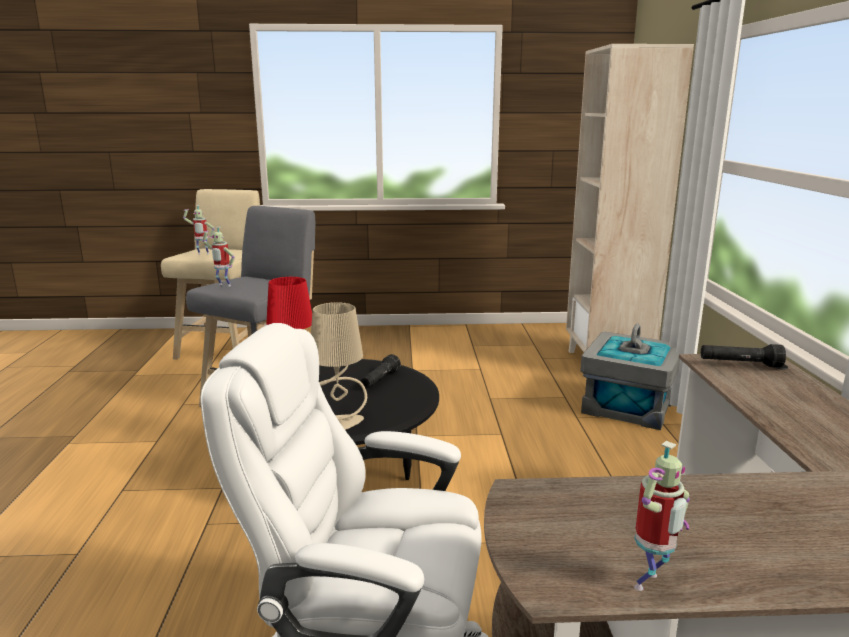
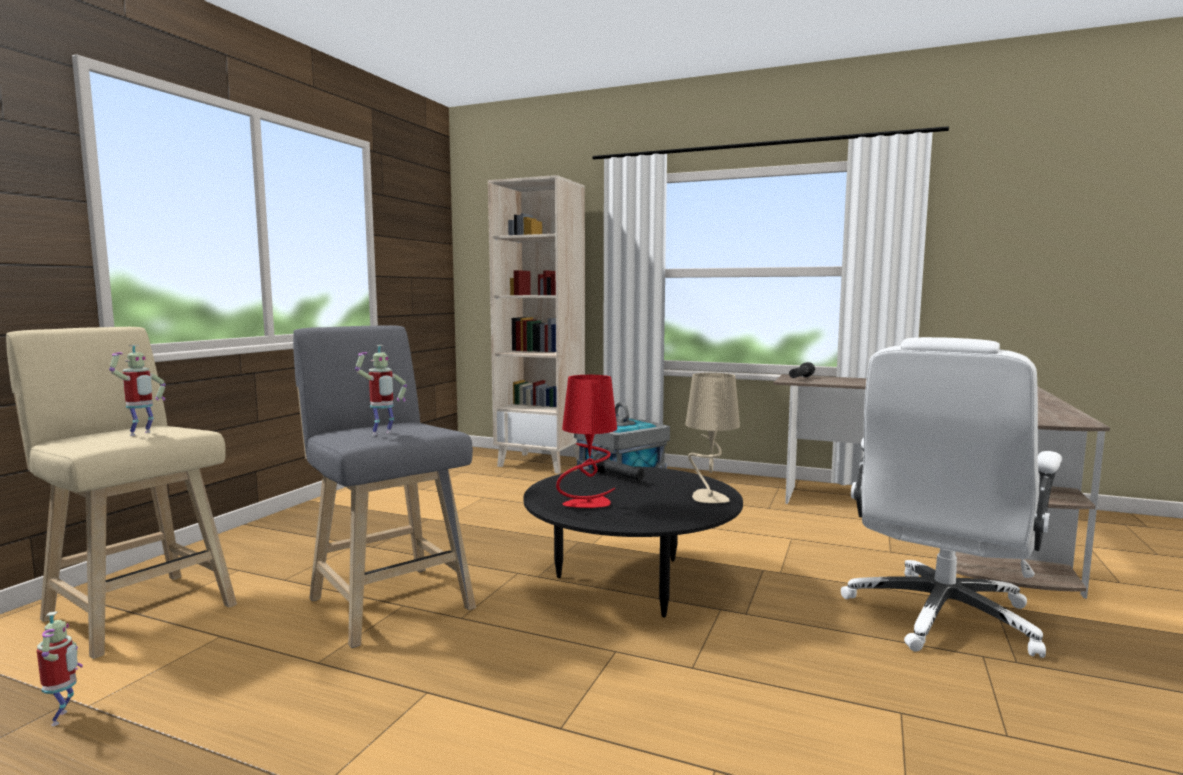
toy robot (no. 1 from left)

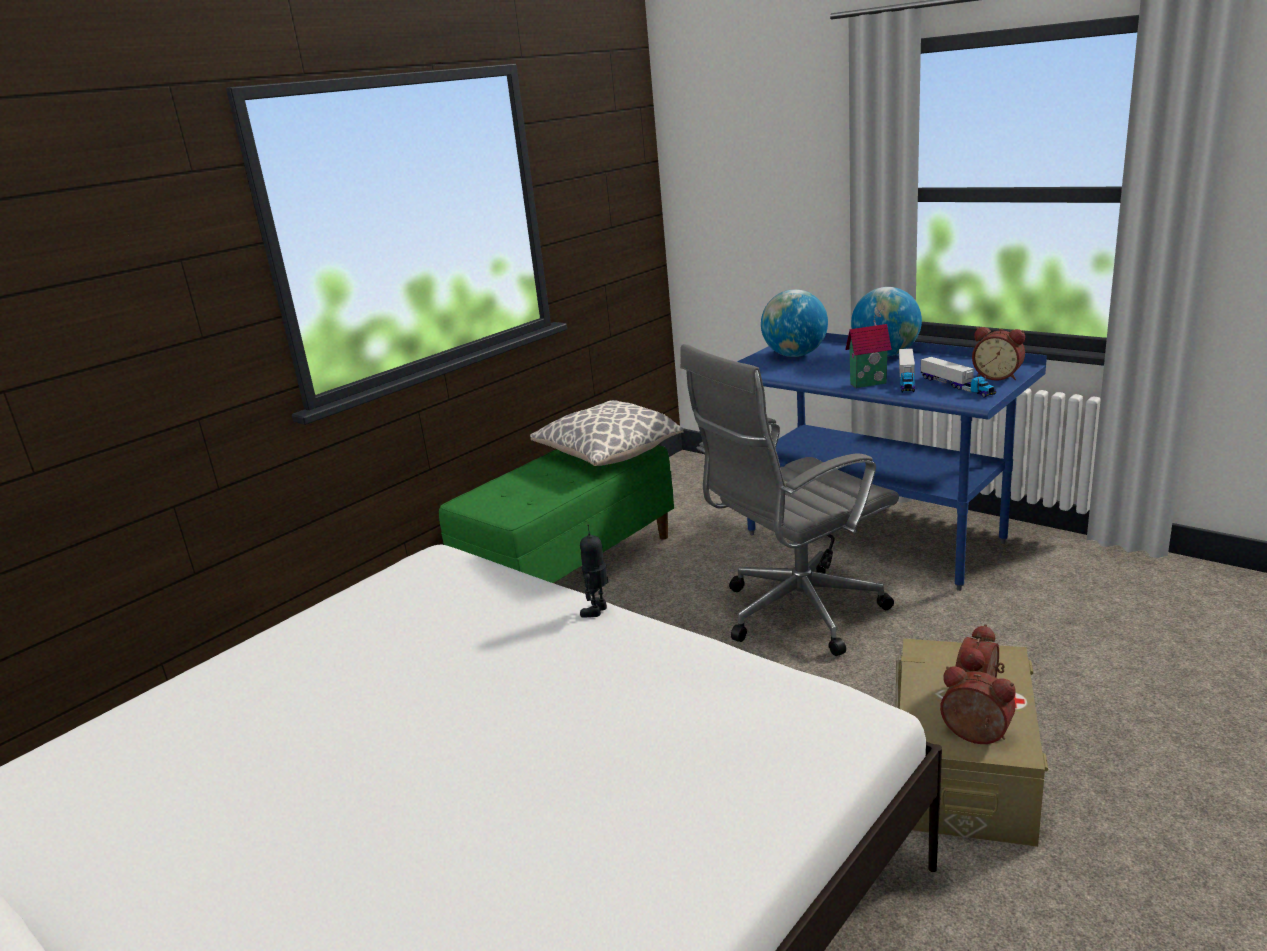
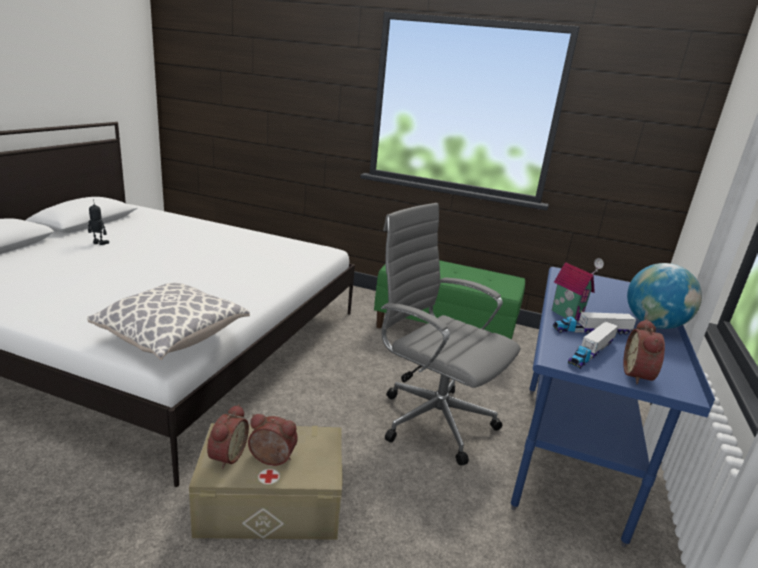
pillow; toy robot; globe (no. 1 from left in the first image)

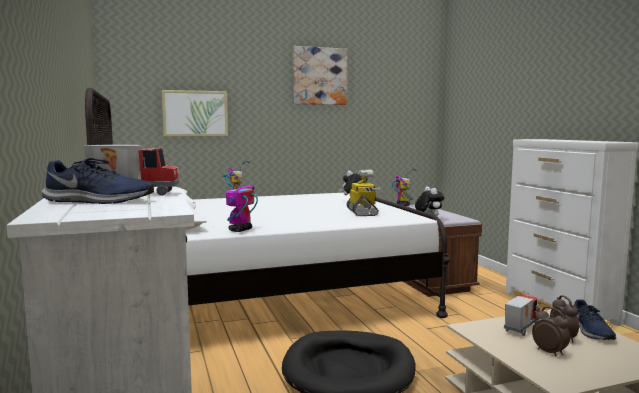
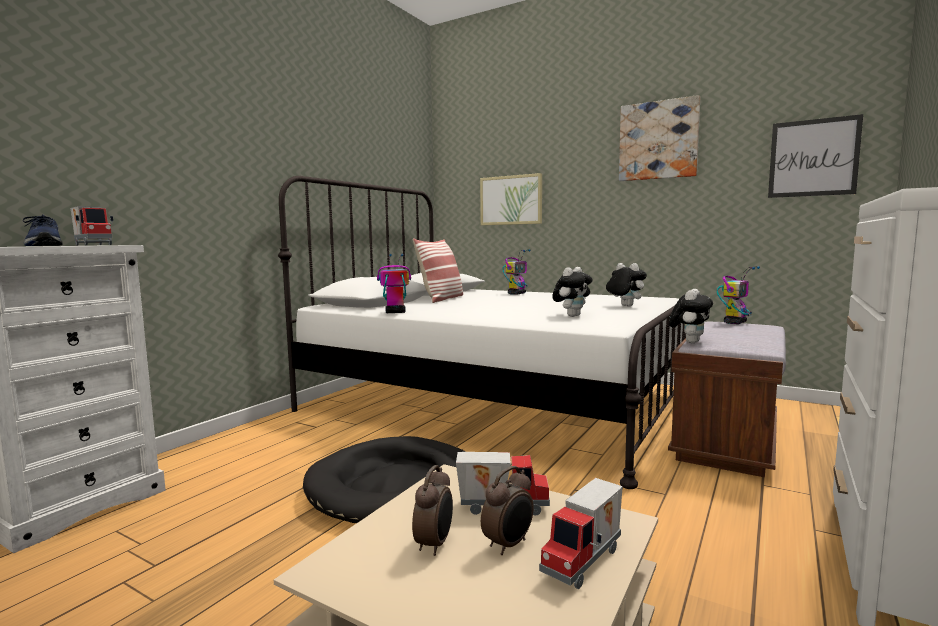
plush toy (no. 1 from left); toy truck (no. 3 from left); pillow; picture (no. 3 from left)

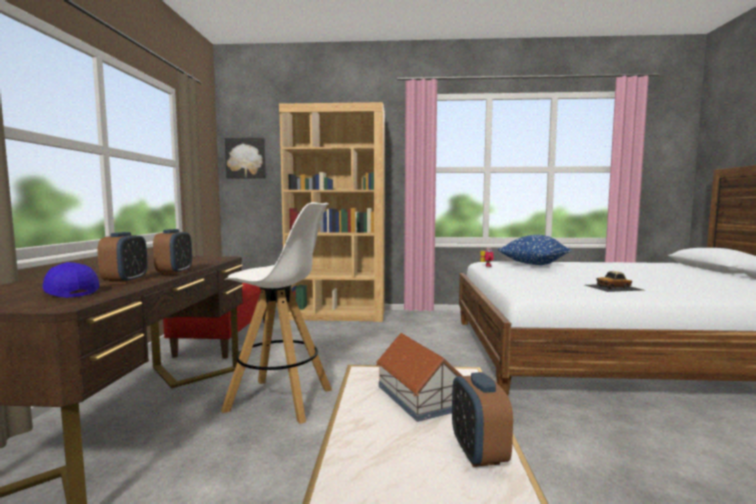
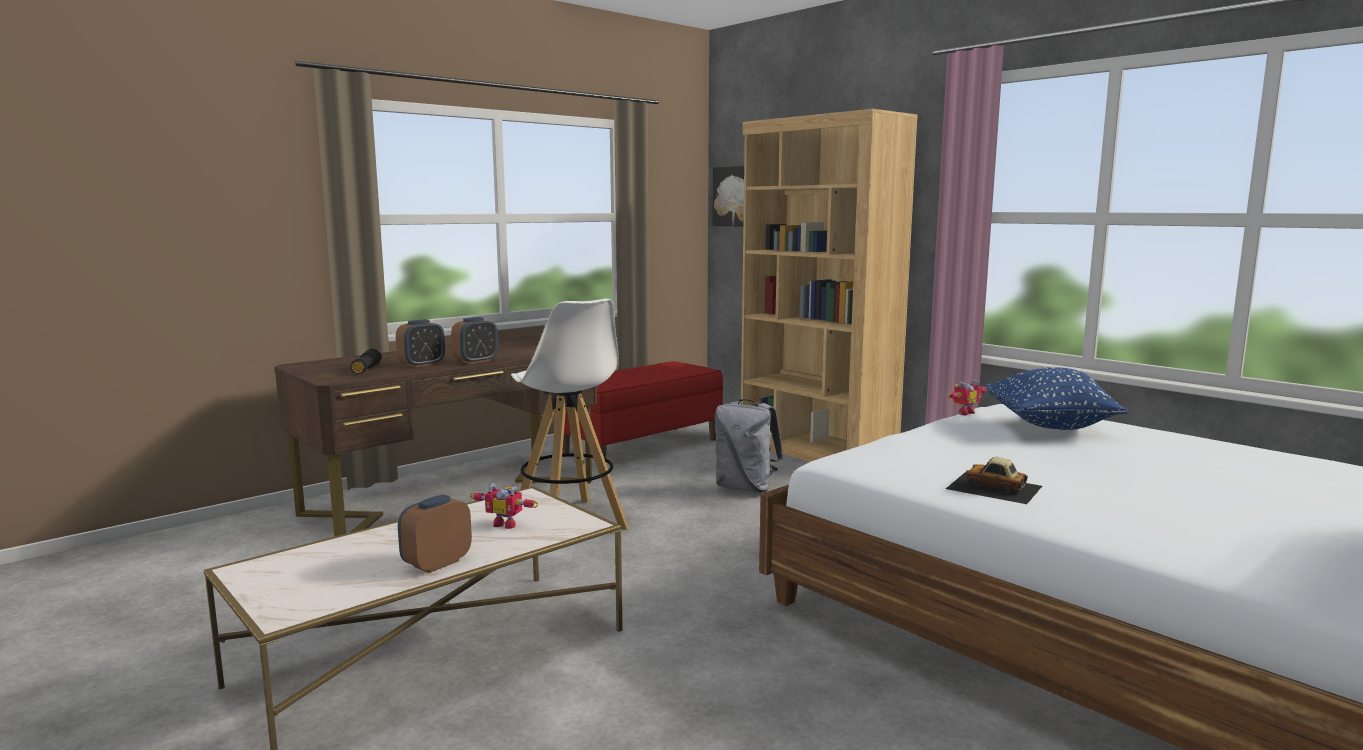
black flashlight; toy robot (no. 1 from left); grey backpack

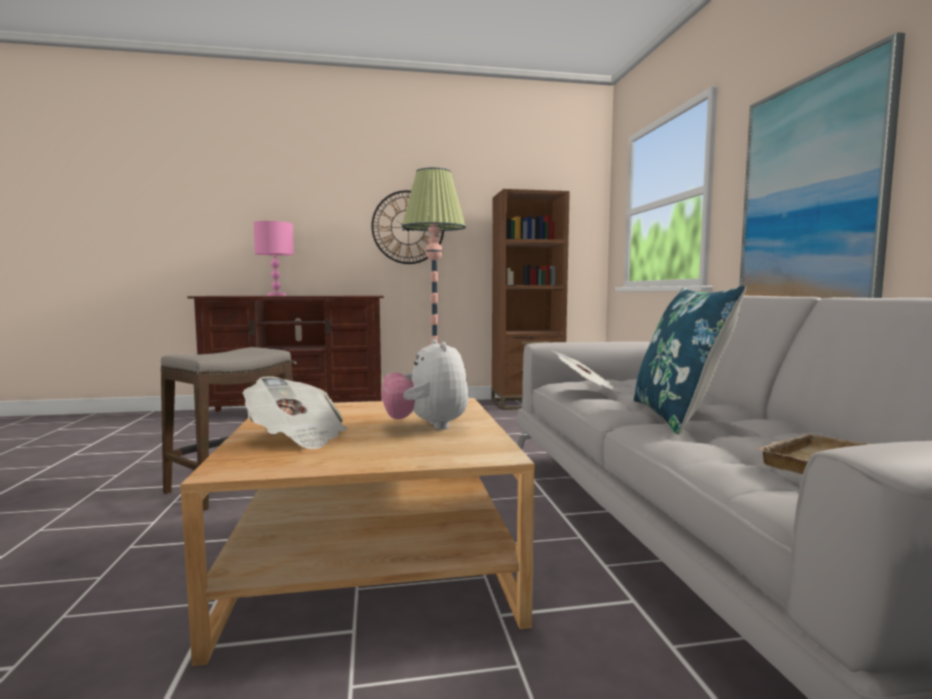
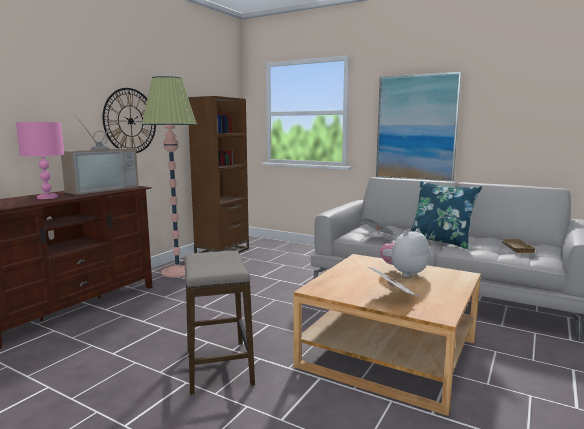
plush toy; television

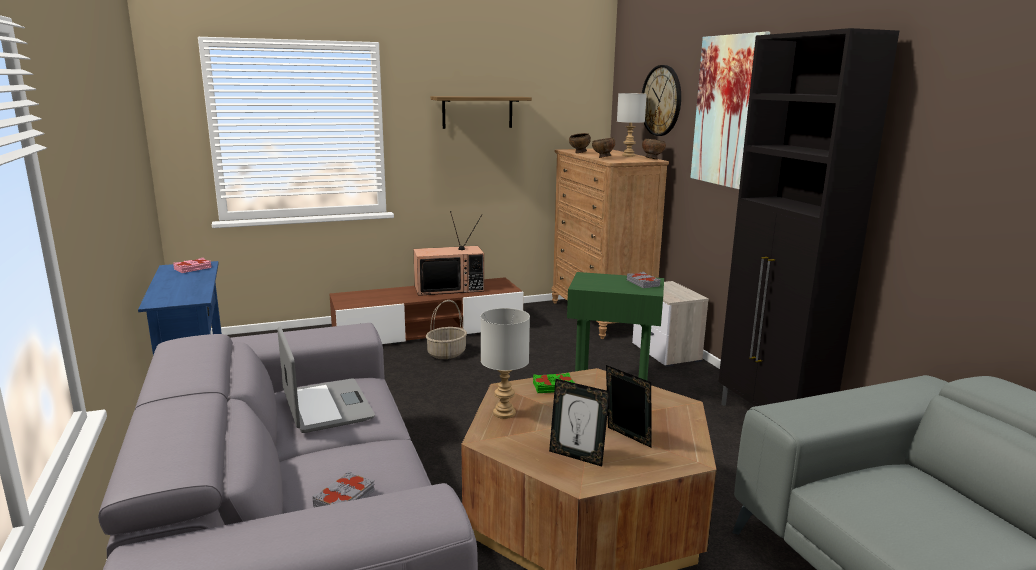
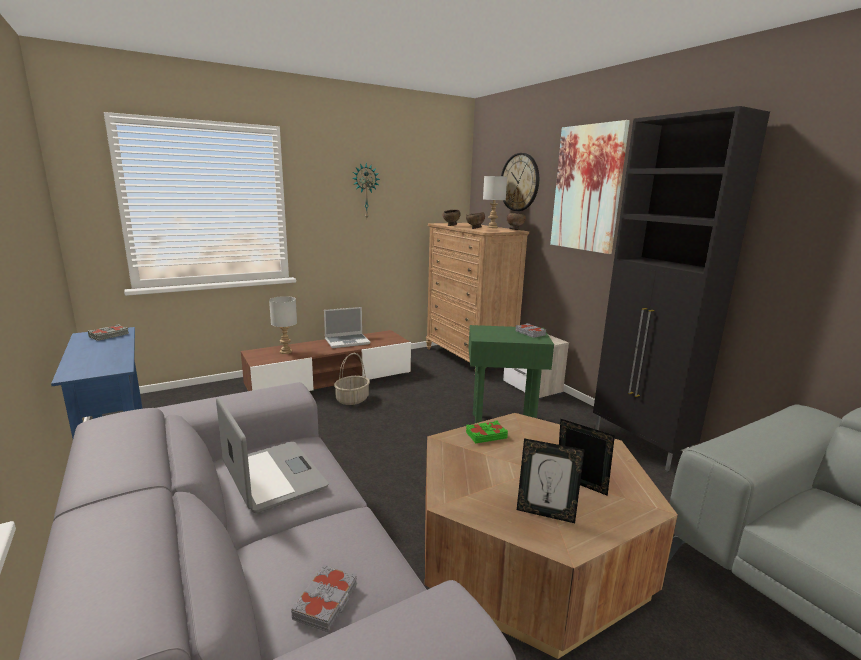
grey book (no. 1 from left); laptop (no. 2 from left); wall clock (no. 1 from left); grey table lamp (no. 1 from left)

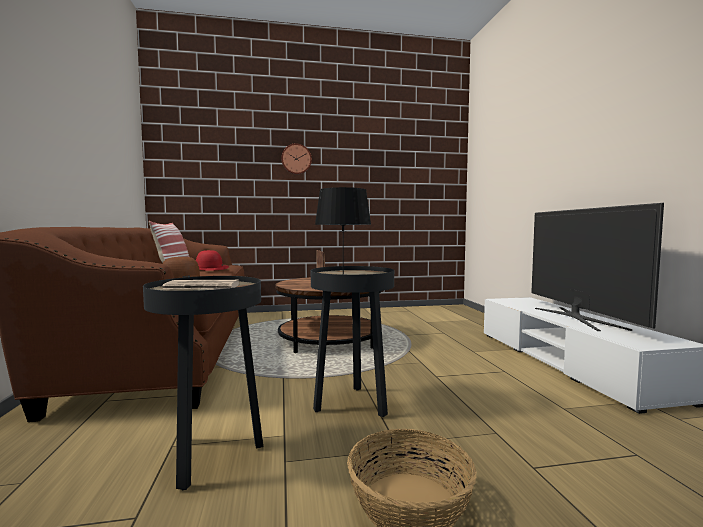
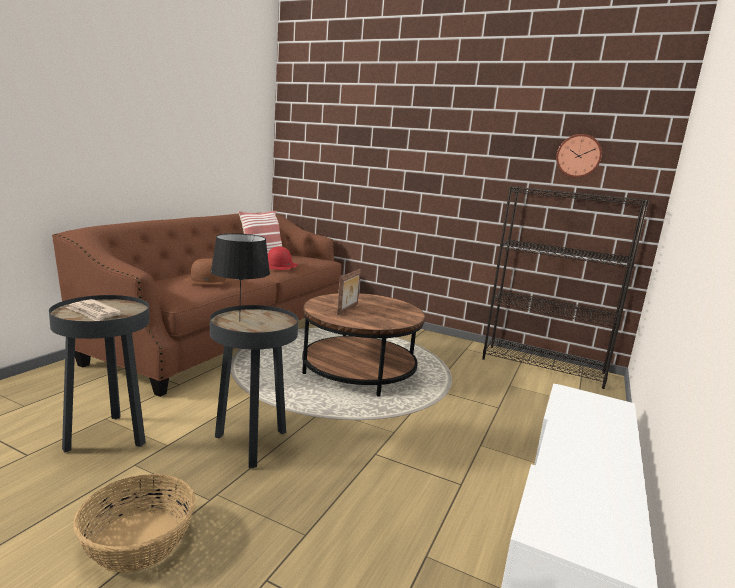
wall clock; television; black bookcase

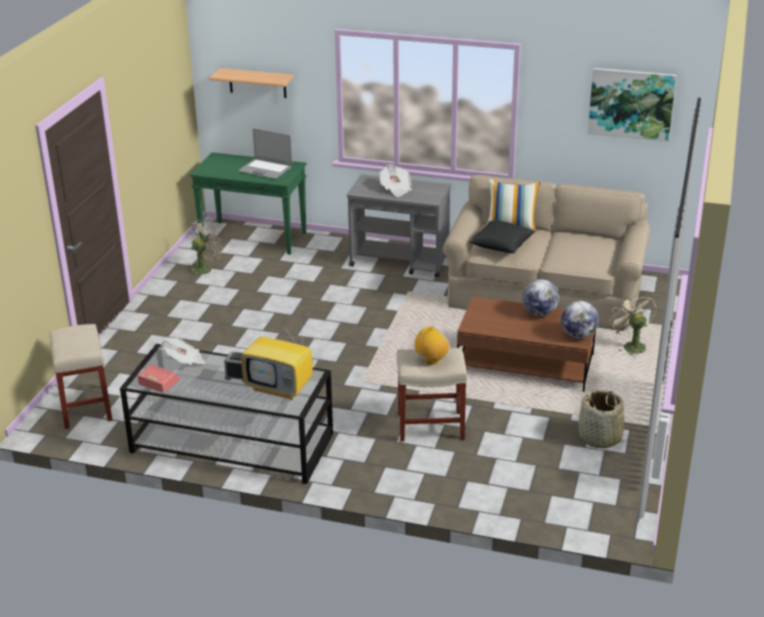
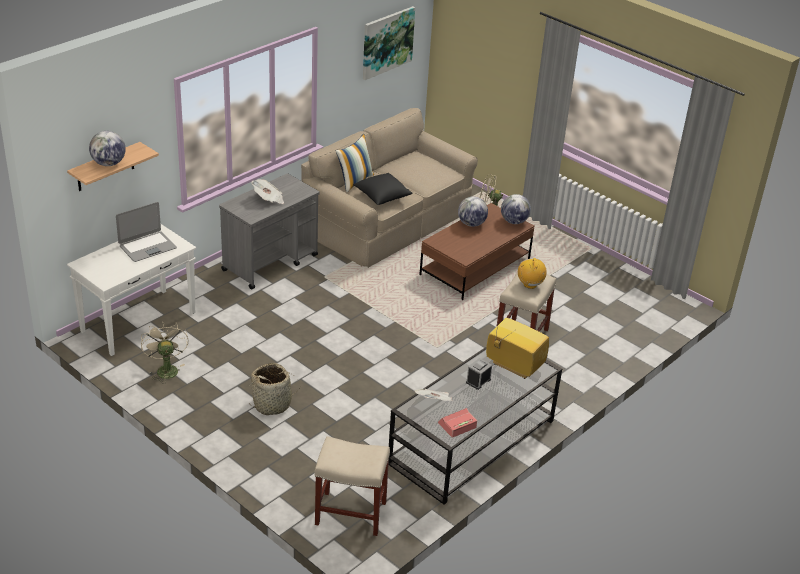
white console table; television; basket; globe (no. 1 from left)

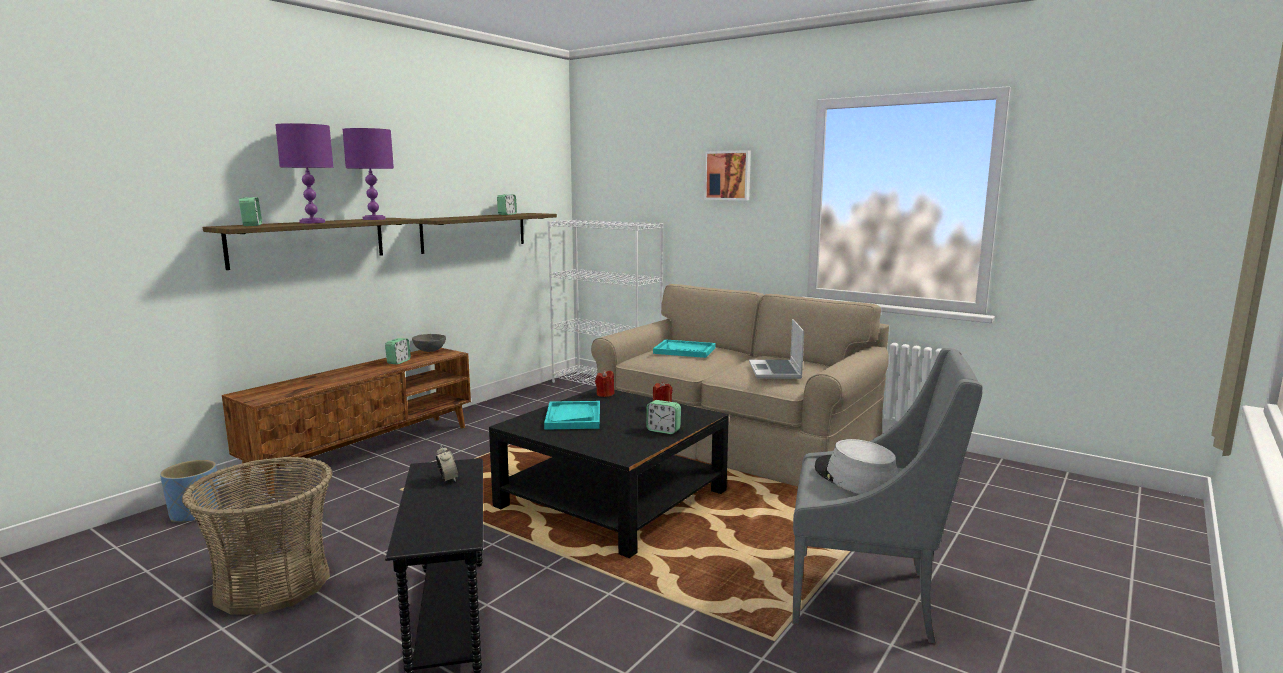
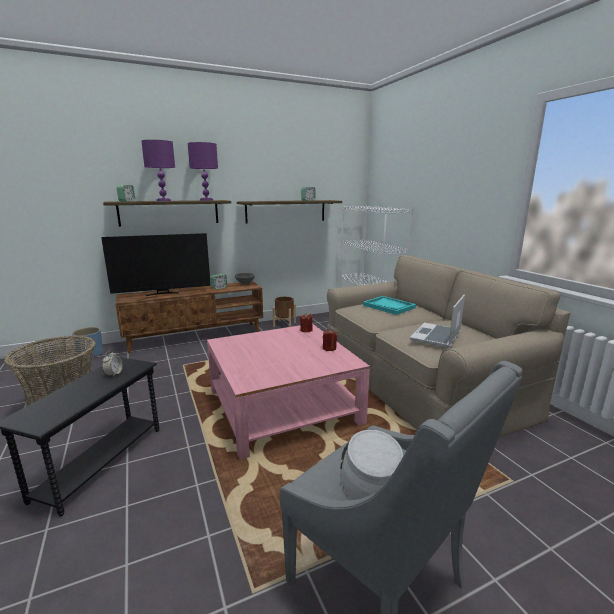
pink coffee table; turquoise tray (no. 1 from left in the first image); alarm clock (no. 5 from left in the first image); picture; television; brown planter

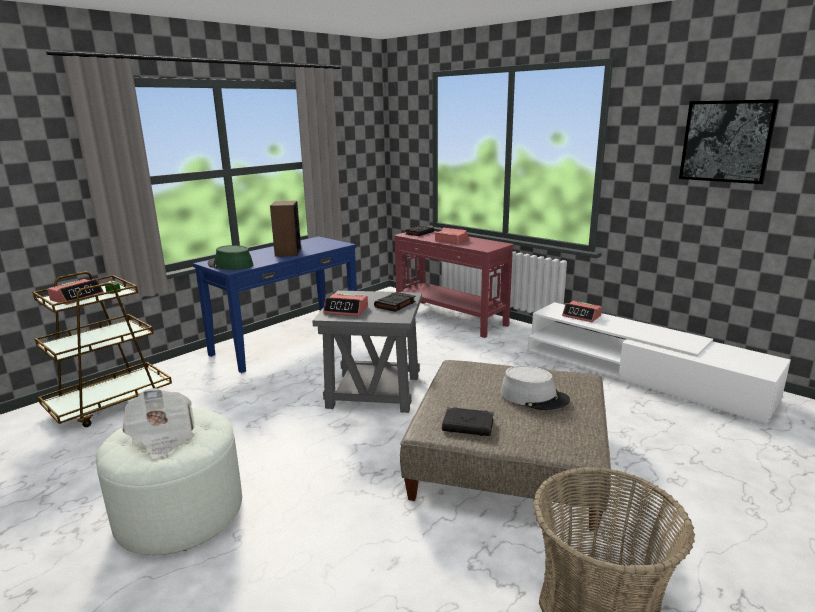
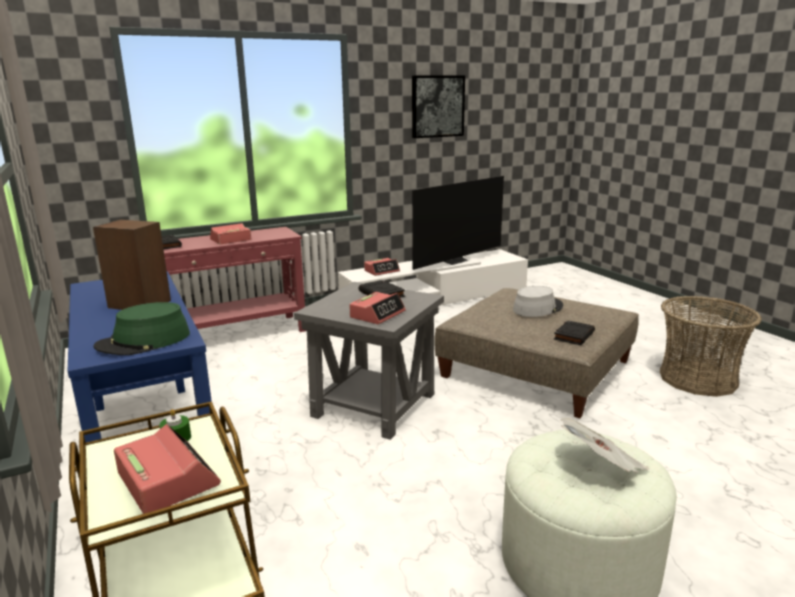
television

